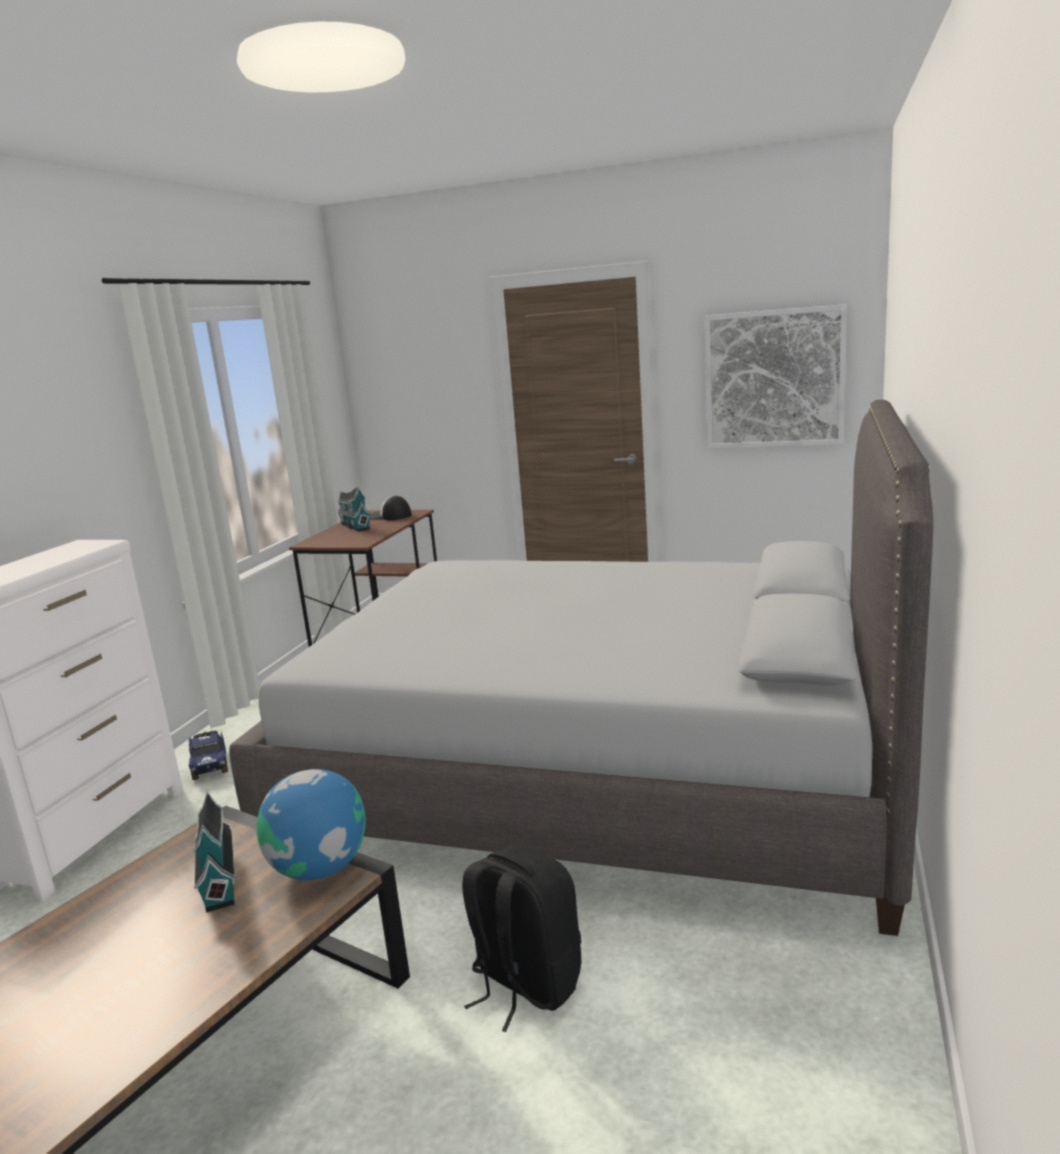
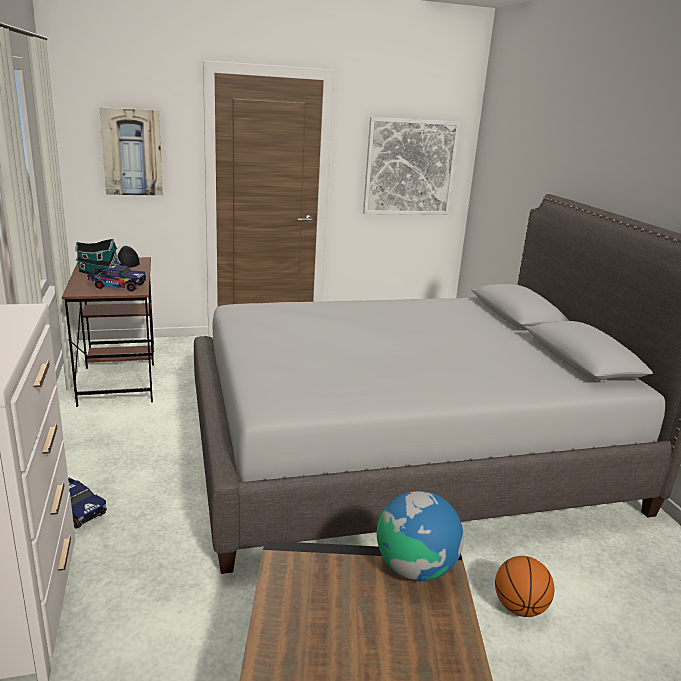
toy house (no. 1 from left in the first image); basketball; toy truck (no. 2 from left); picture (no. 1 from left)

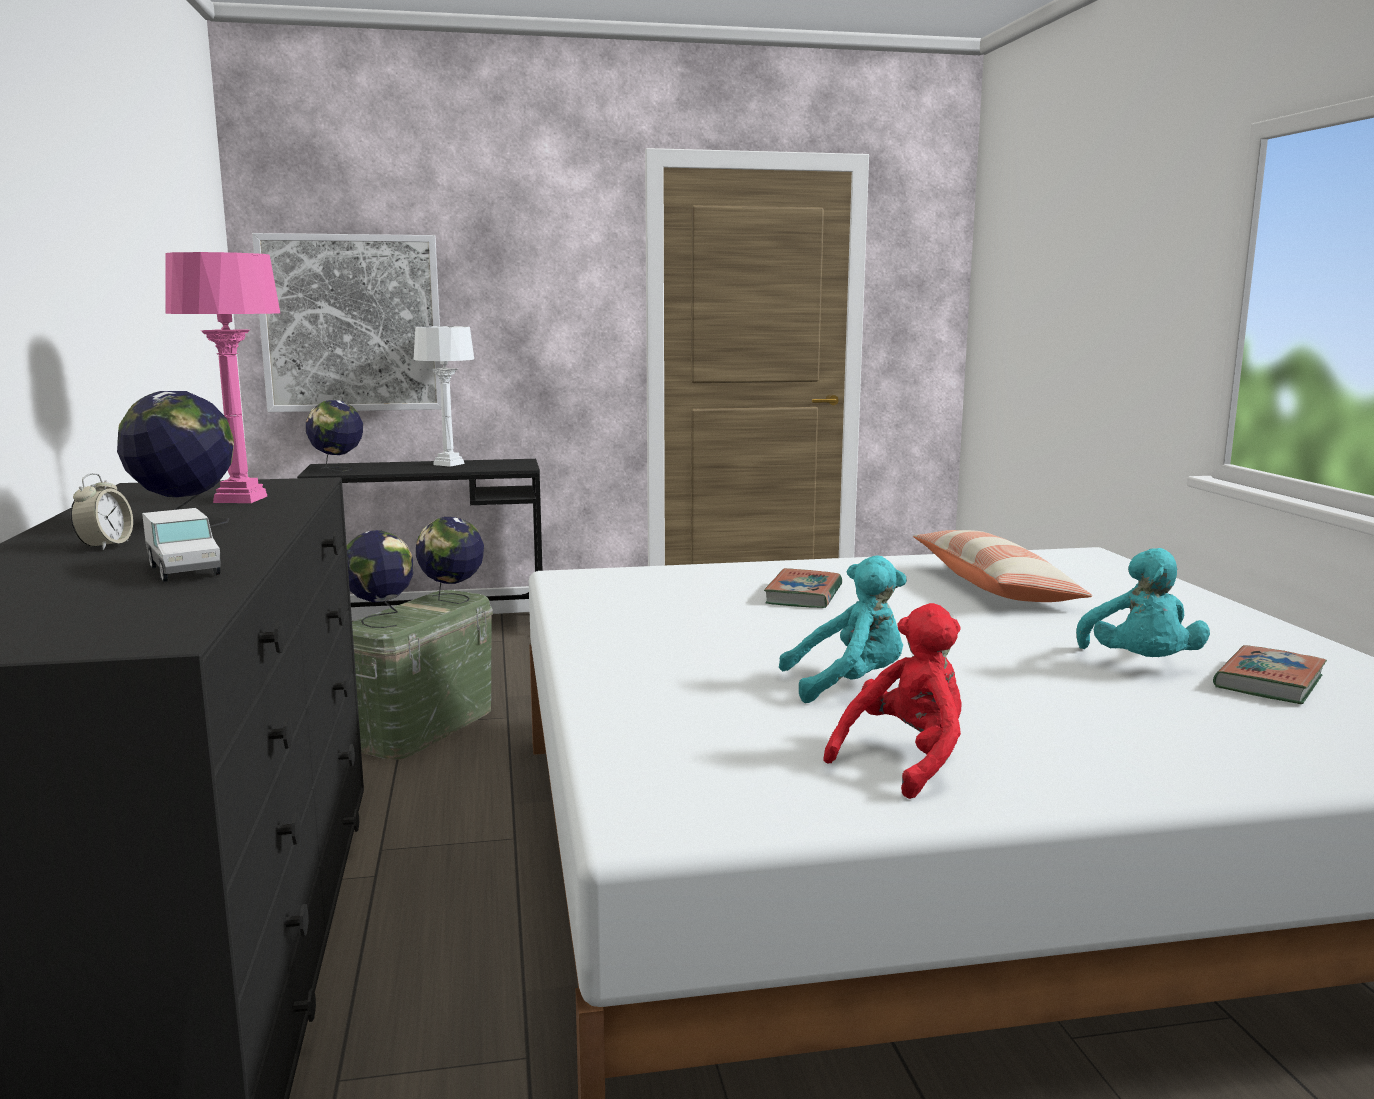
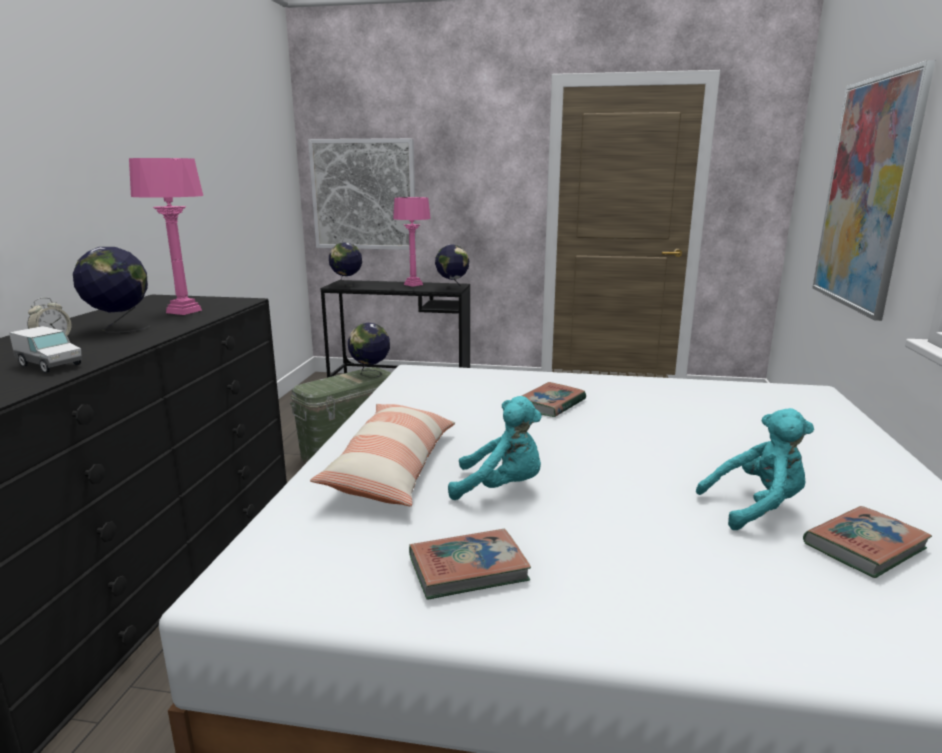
toy truck; globe (no. 4 from left); pink table lamp (no. 2 from left); book (no. 1 from left); pillow; turquoise plush toy (no. 2 from left); picture (no. 2 from left)

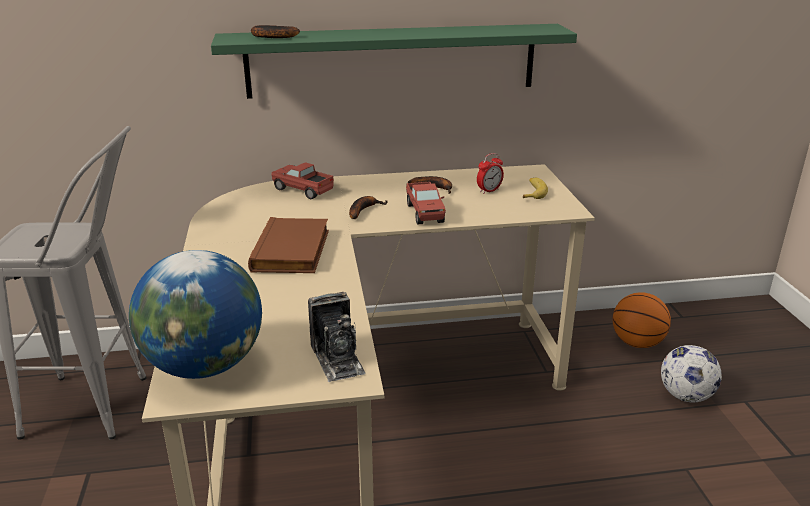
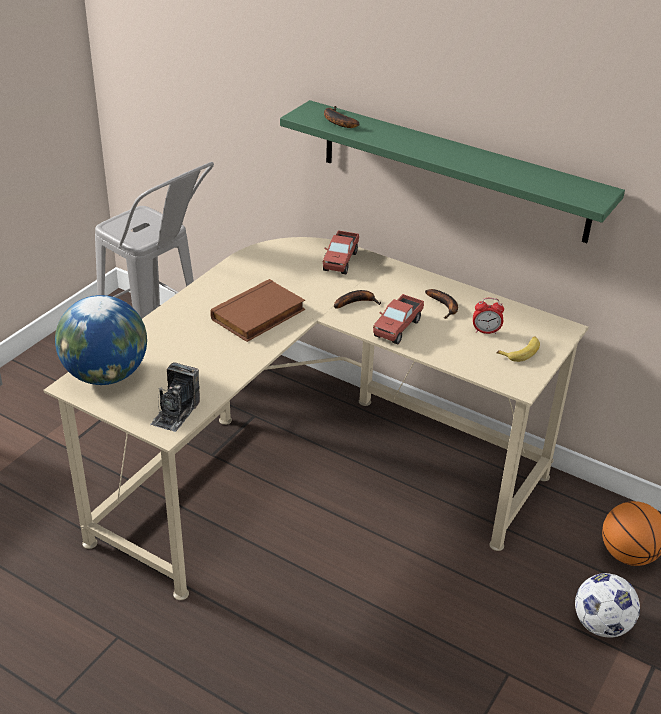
toy truck (no. 1 from left)

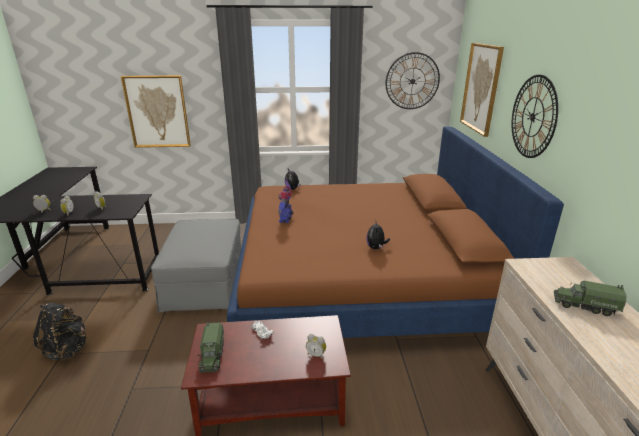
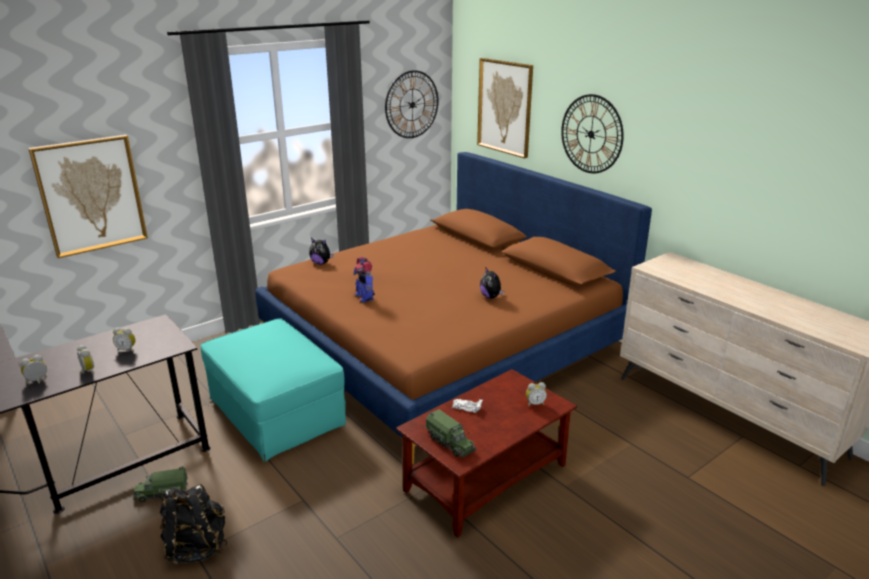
turquoise ottoman; toy truck (no. 1 from left)

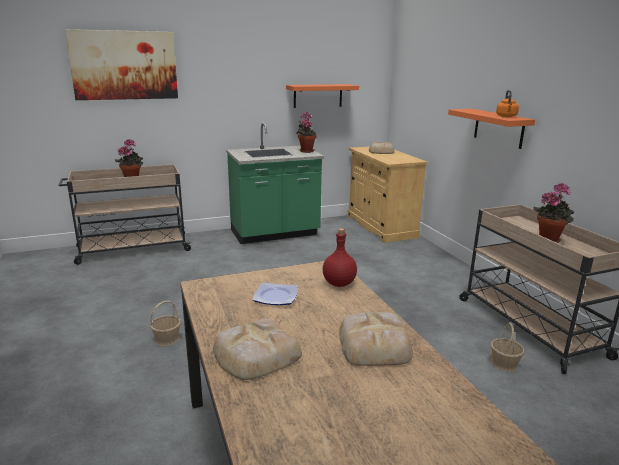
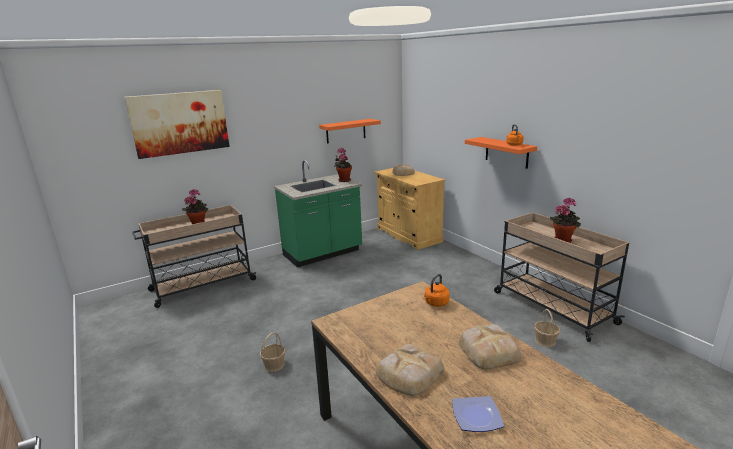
plate; orange kettle (no. 1 from left)

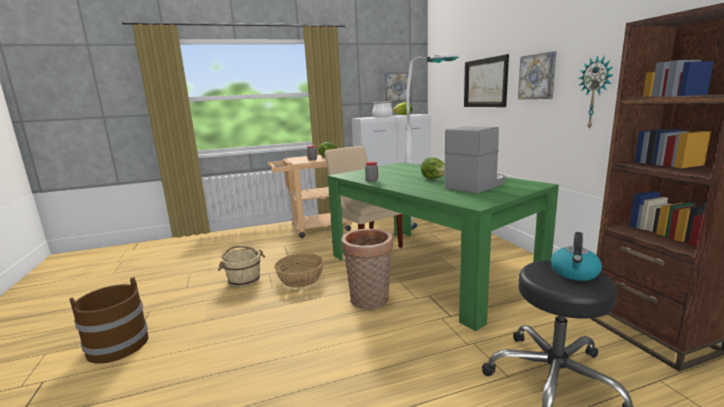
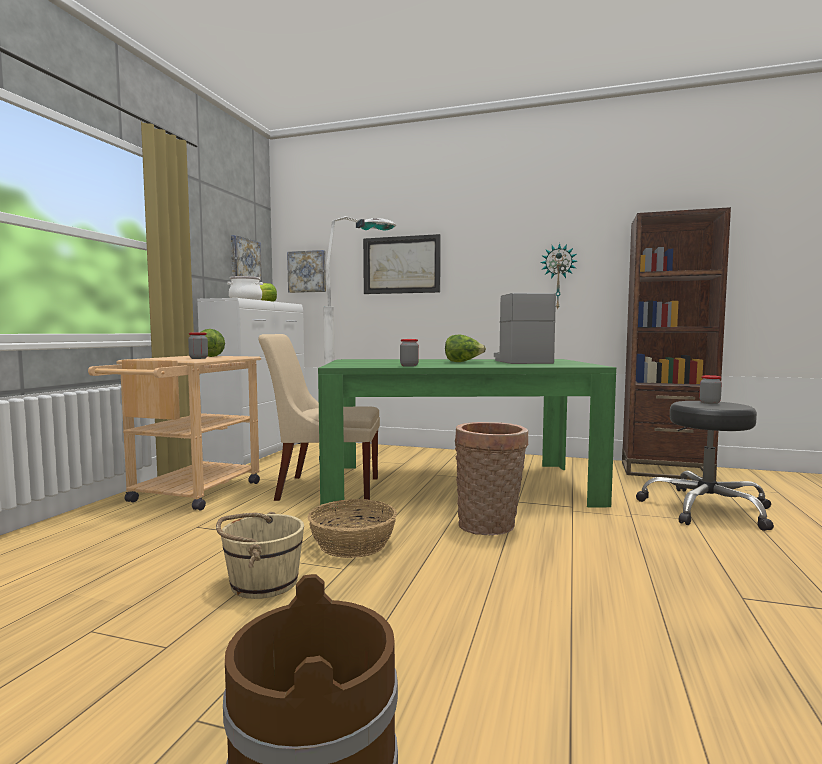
picture (no. 2 from left); jar (no. 3 from left)

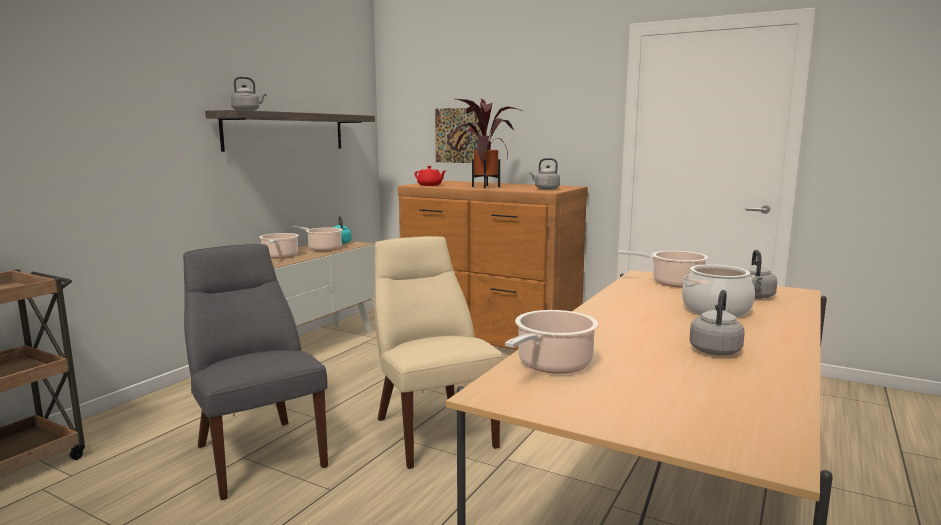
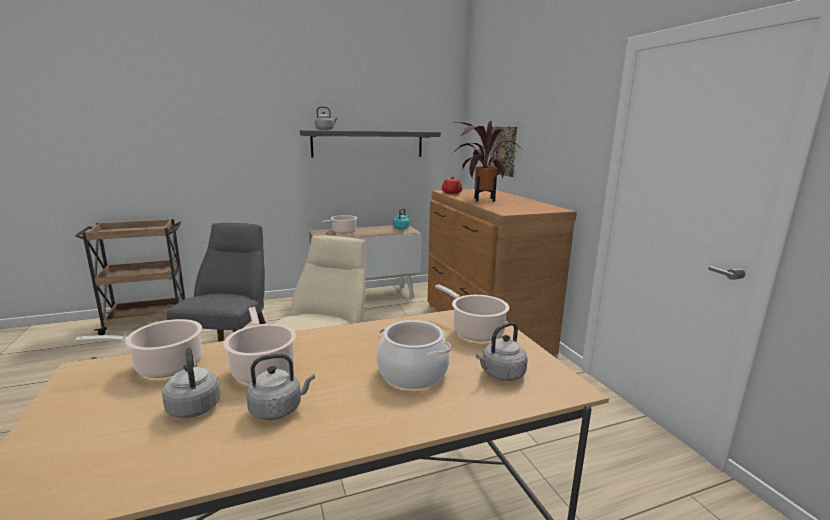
cooking pot (no. 2 from left); grey kettle (no. 1 from left)

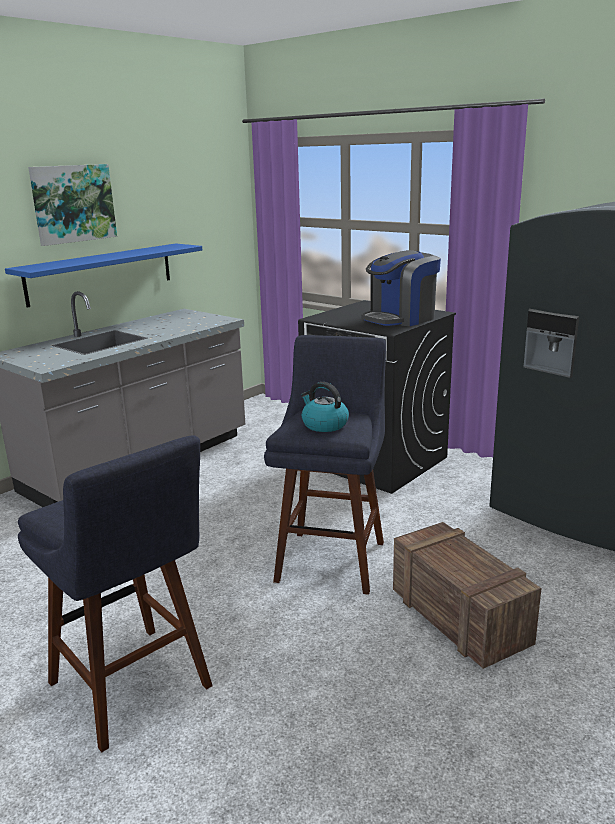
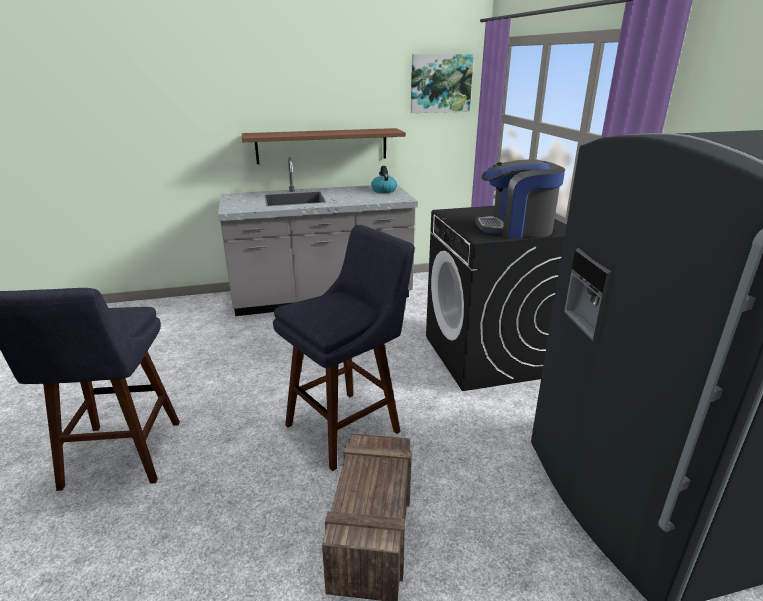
brown shelf; picture; kettle

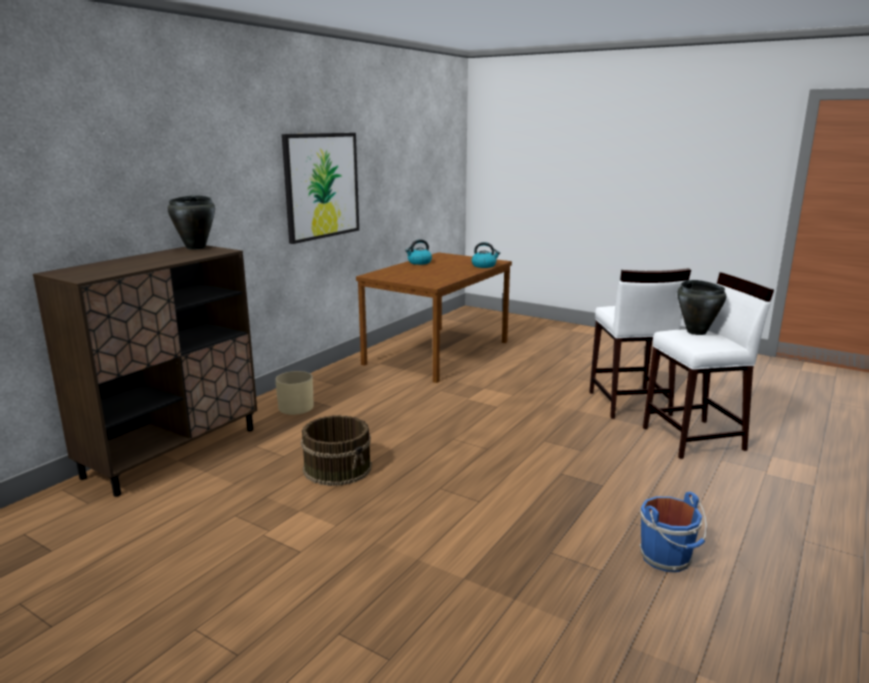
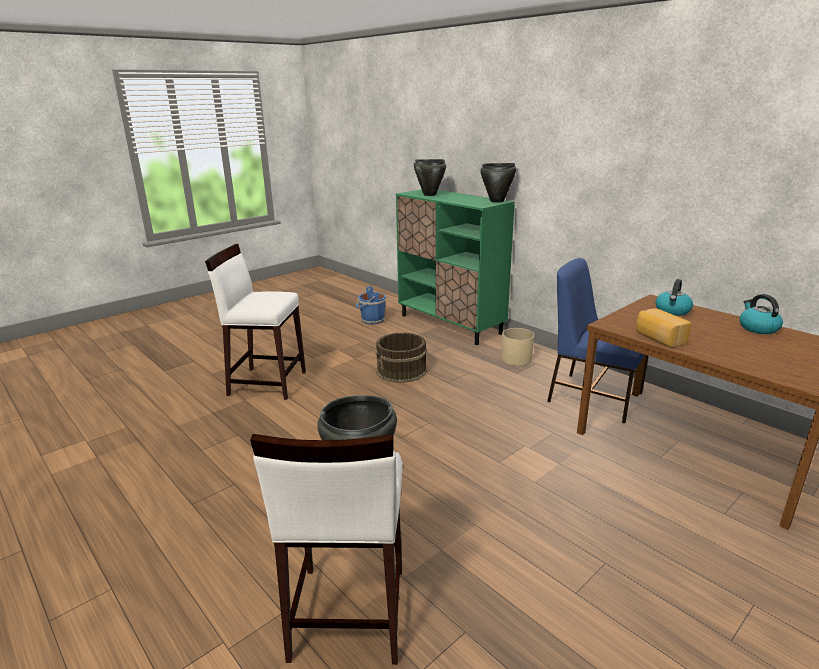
green cabinet; picture; kettle (no. 1 from left); white stool (no. 1 from left); blue bucket; black cooking pot (no. 2 from left); blue chair; bread

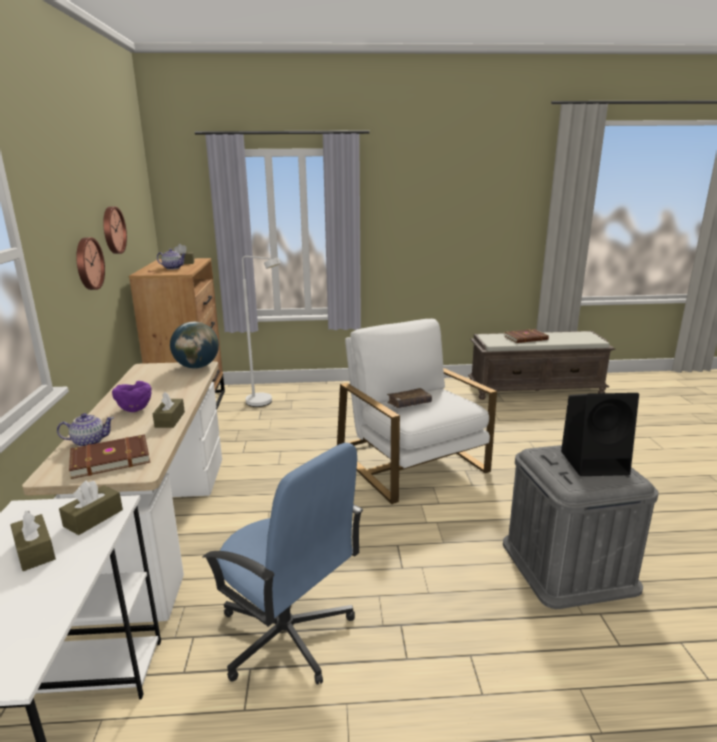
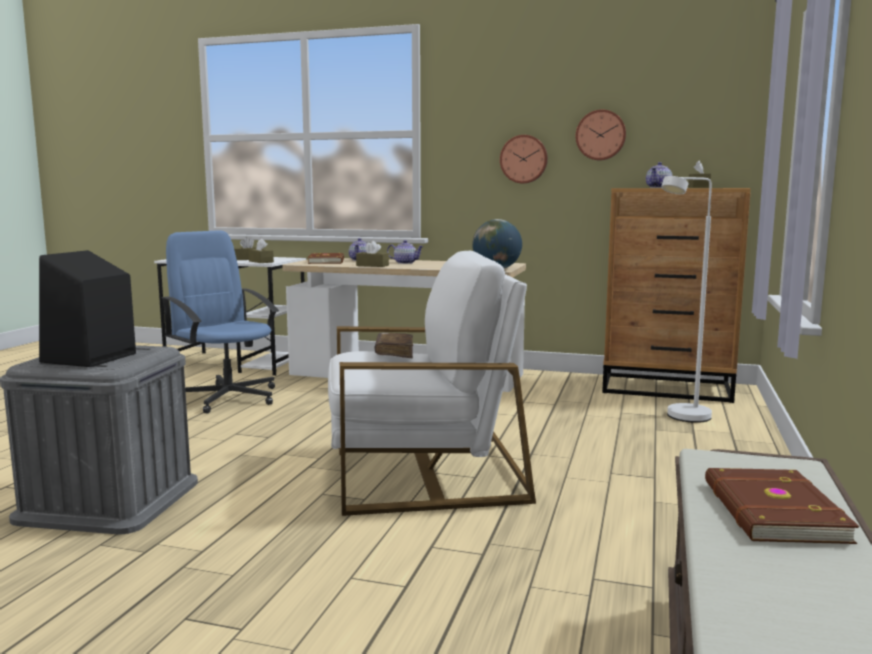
teapot (no. 2 from left); blue office chair

